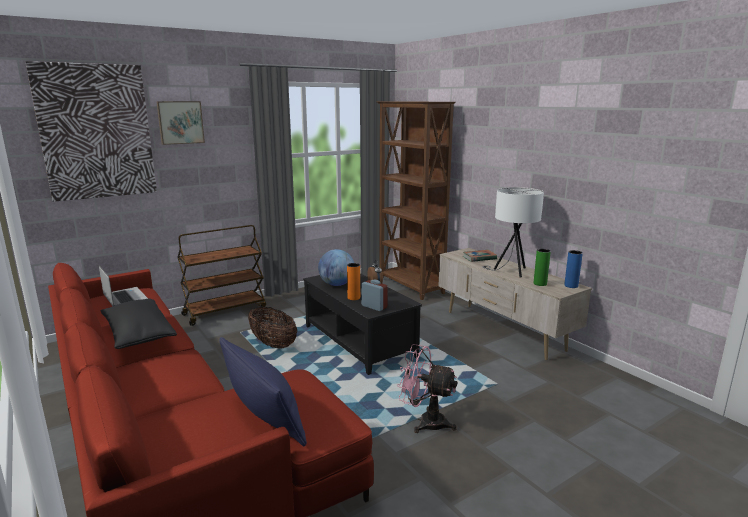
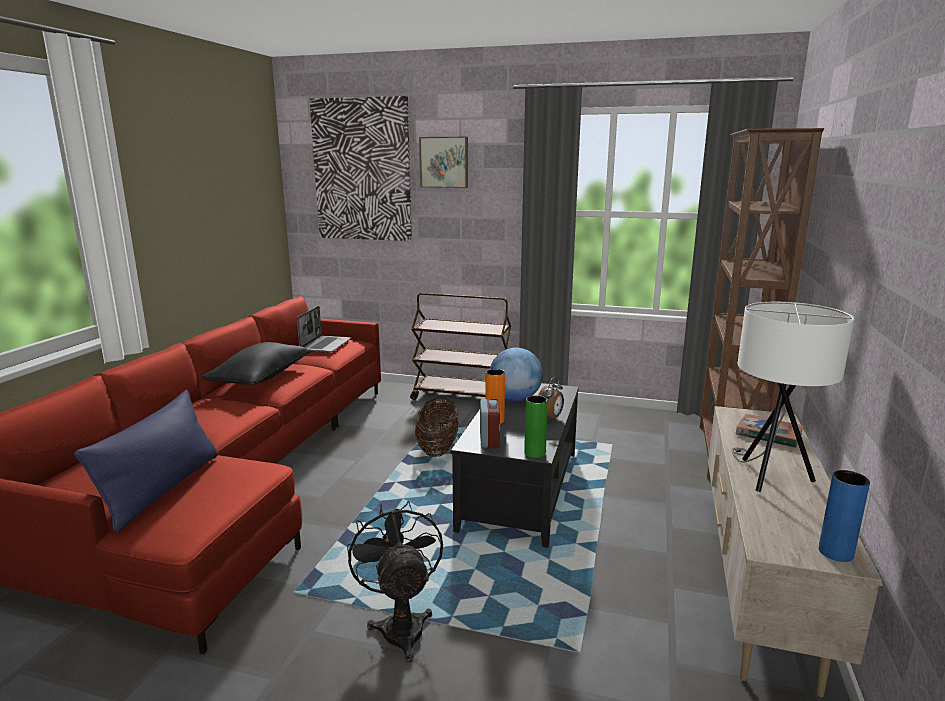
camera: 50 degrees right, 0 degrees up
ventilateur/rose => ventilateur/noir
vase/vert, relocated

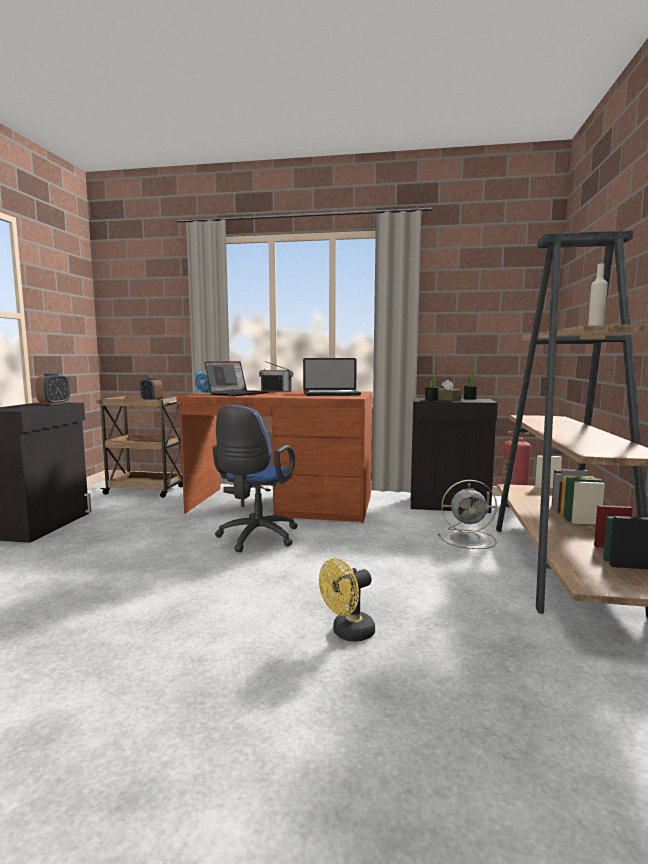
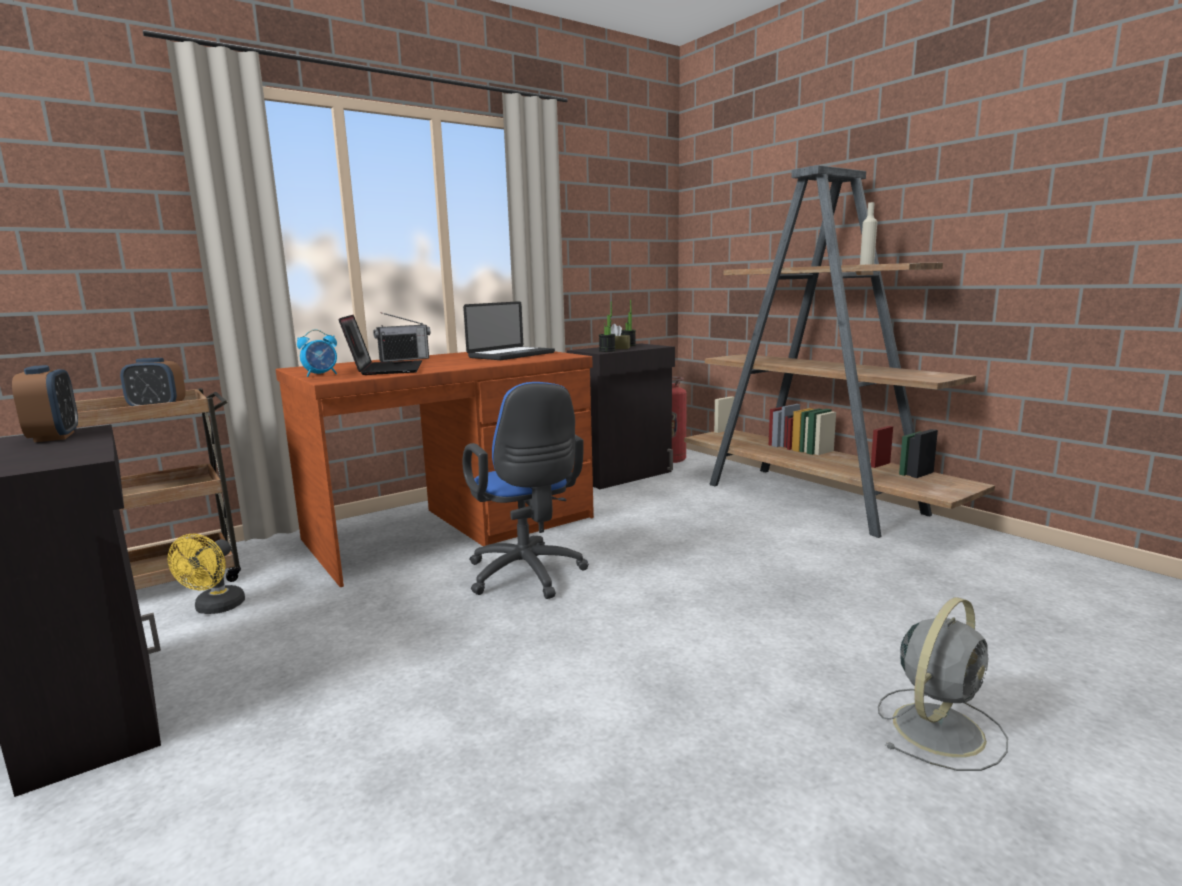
camera: 45 degrees left, 5 degrees up
ventilateur/jaune, relocated
ventilateur/gris, relocated

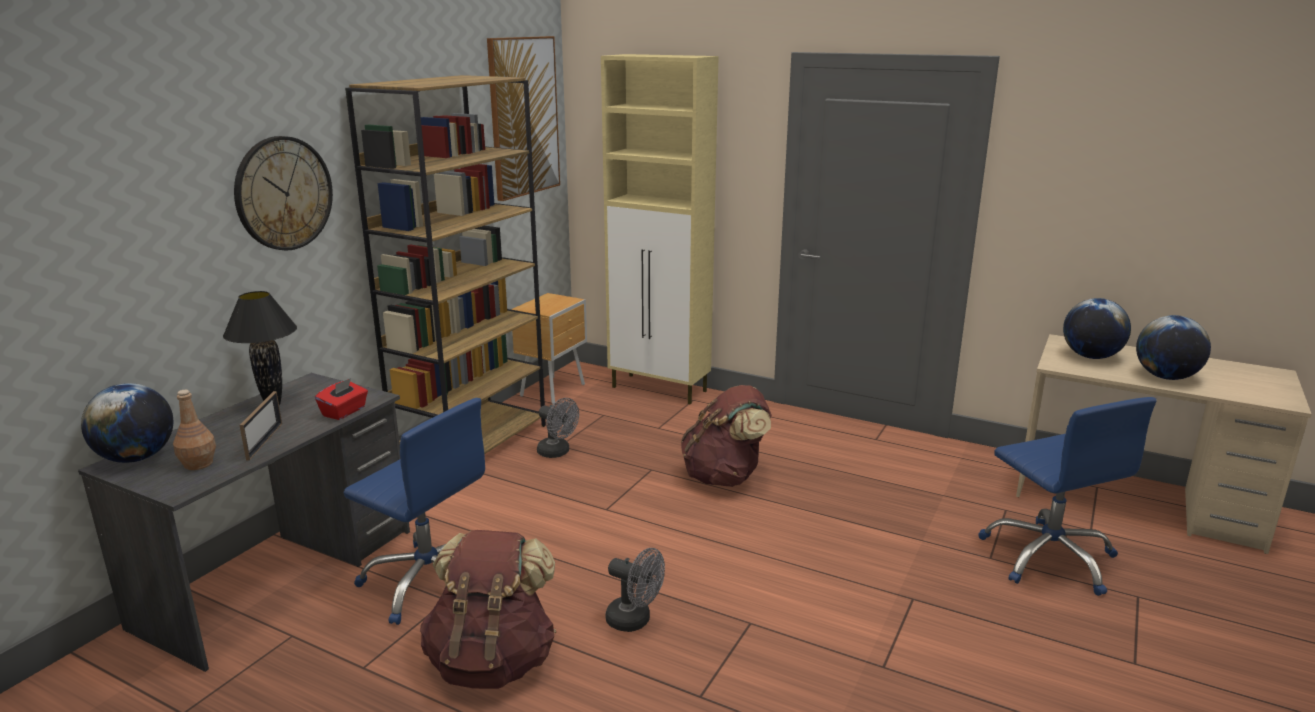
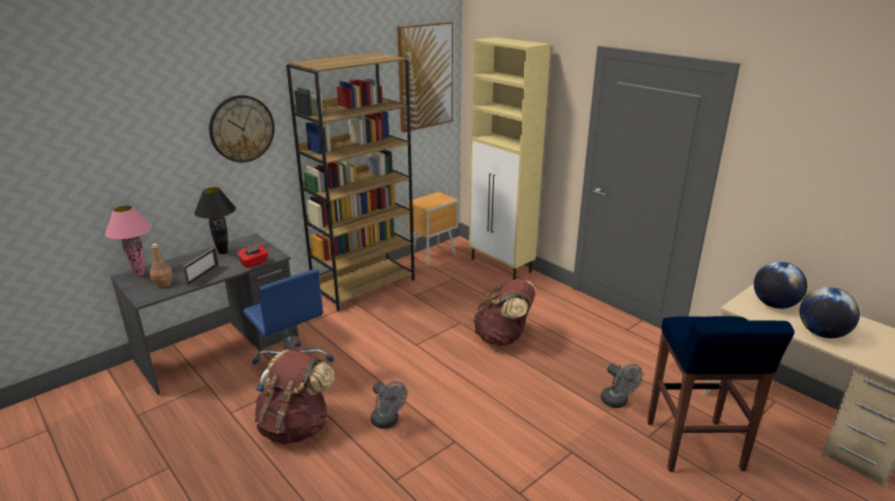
camera: 20 degrees right, 5 degrees up
globe (no. 1 from left) => lampe de table/rose
ventilateur/gris (no. 1 from left in the first image) => ventilateur/gris (no. 2 from left), relocated
chaise de bureau/bleu (no. 2 from left) => tabouret/bleu

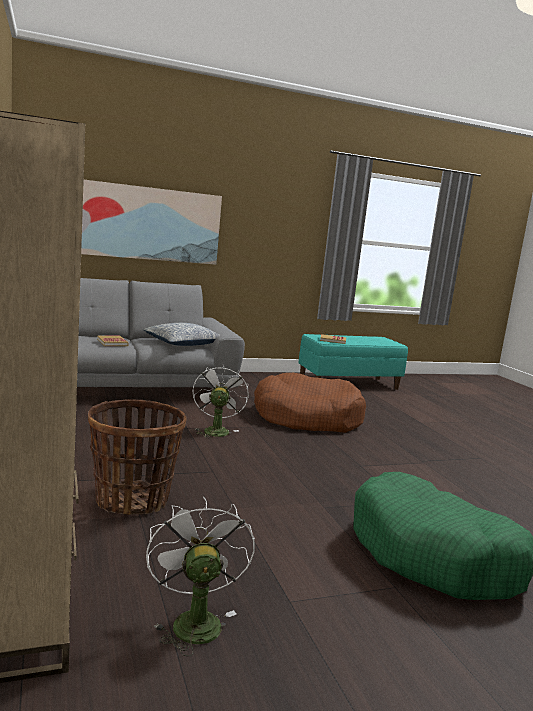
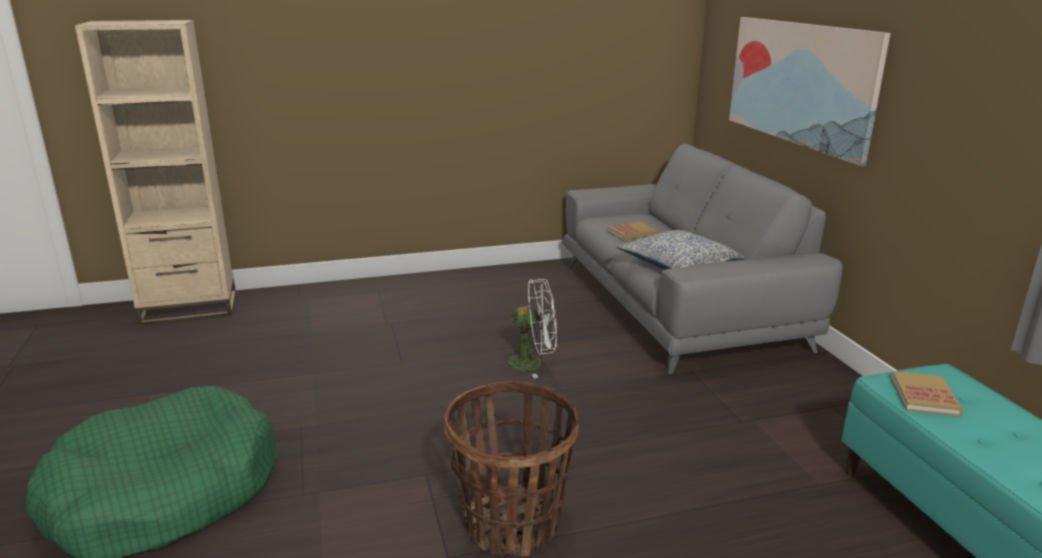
camera: 95 degrees right, 10 degrees up
panier, relocated
ventilateur/blanc (no. 1 from left) => nothing
panier pour chien/marron => nothing

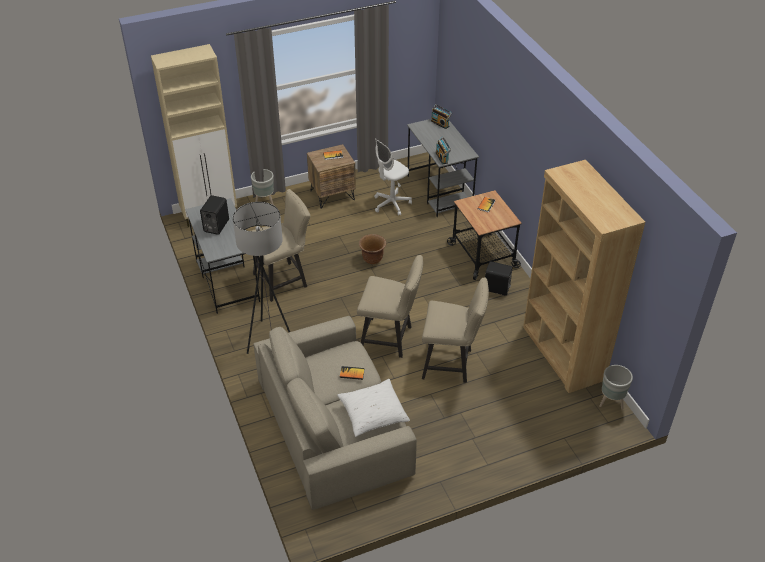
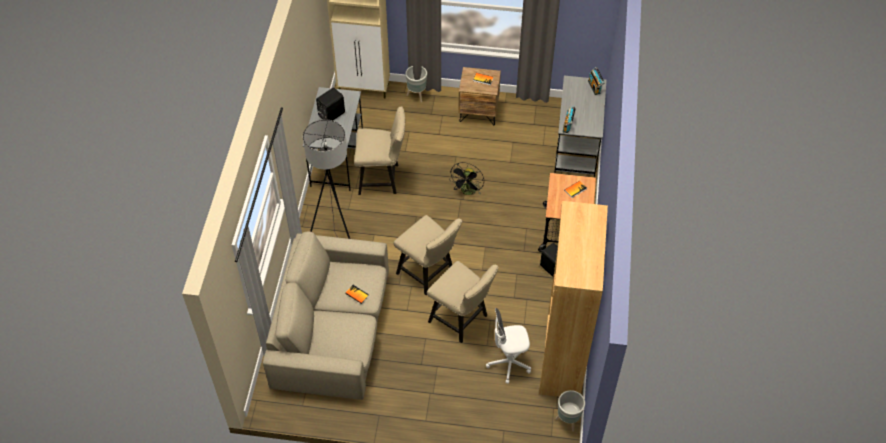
camera: 30 degrees right, 10 degrees up
coussin/blanc => nothing
cache-pot/marron => ventilateur/noir
chaise de bureau/blanc, relocated

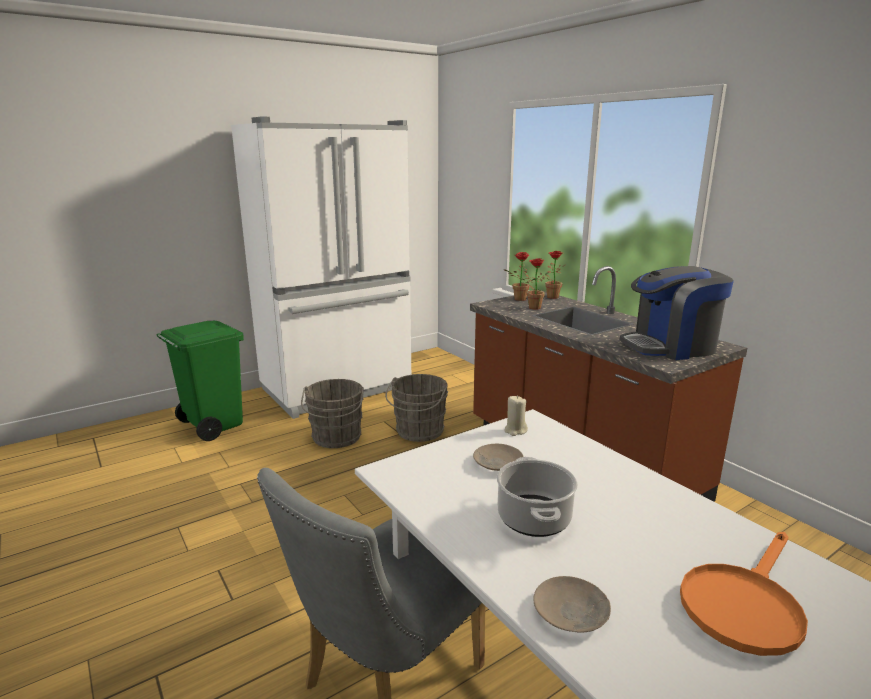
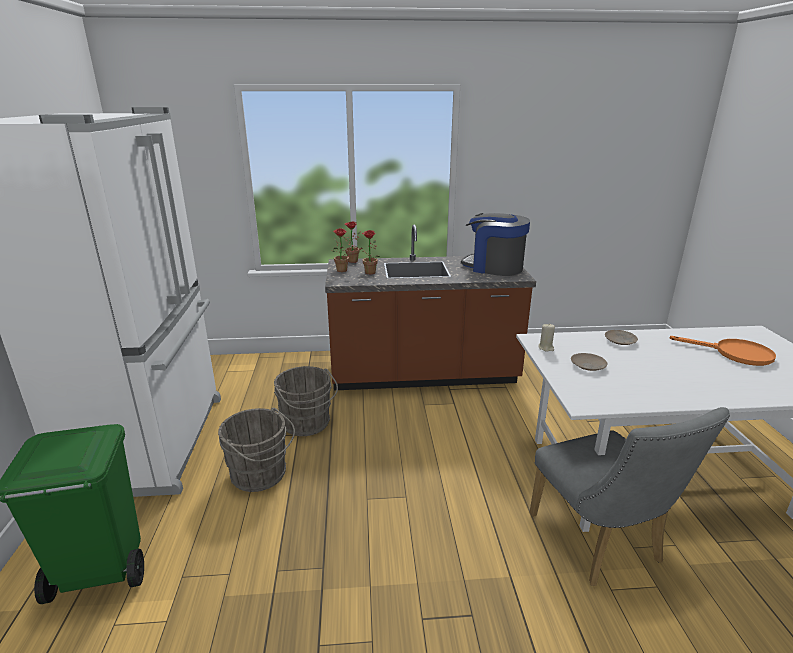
camera: 60 degrees left, 5 degrees up
marmite => nothing
assiette/beige (no. 2 from left), relocated
machine à café, 105 degrees clockwise
poêle/orange, 45 degrees counterclockwise

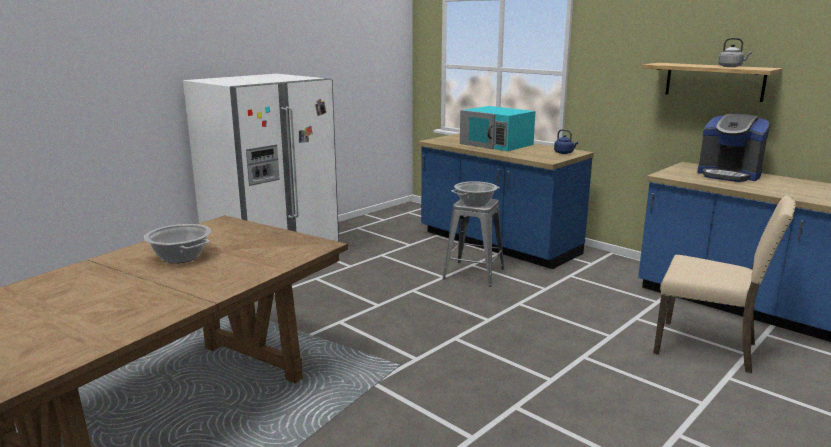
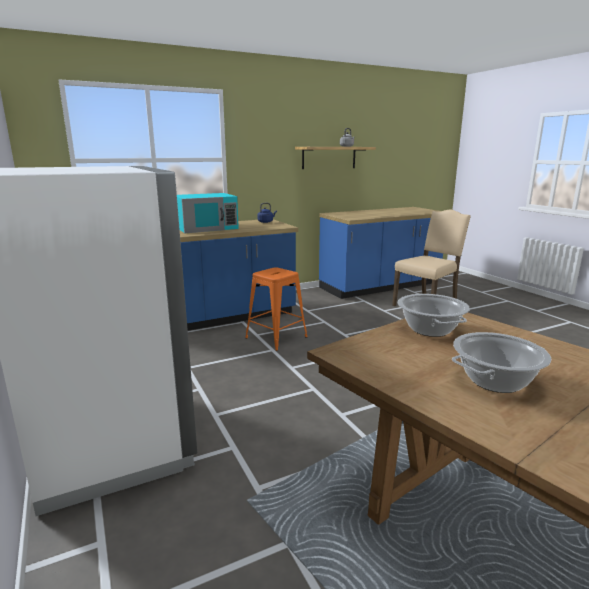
camera: 70 degrees left, 0 degrees up
tabouret/gris => tabouret/orange
marmite (no. 2 from left in the first image) => marmite (no. 1 from left), relocated
machine à café => nothing

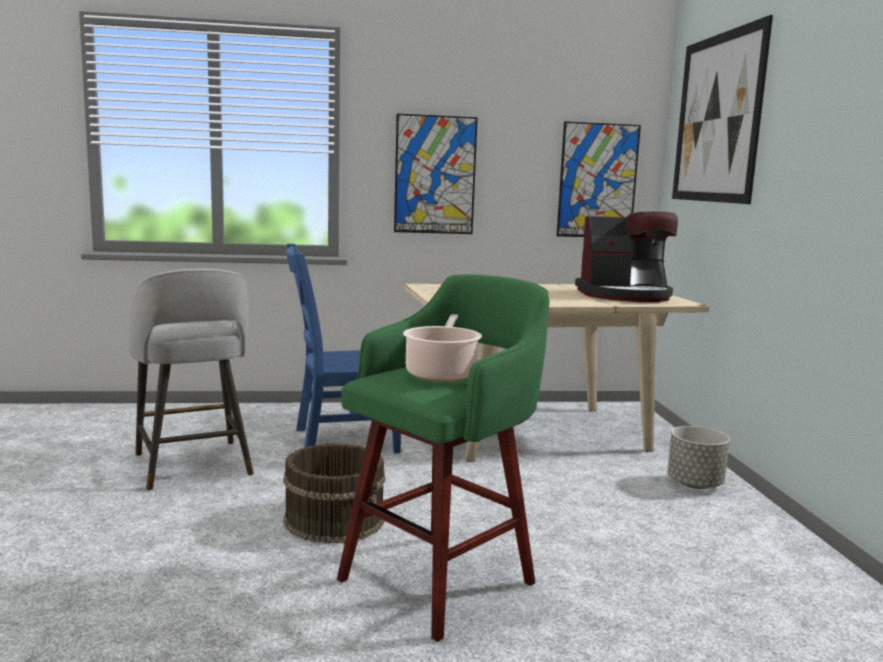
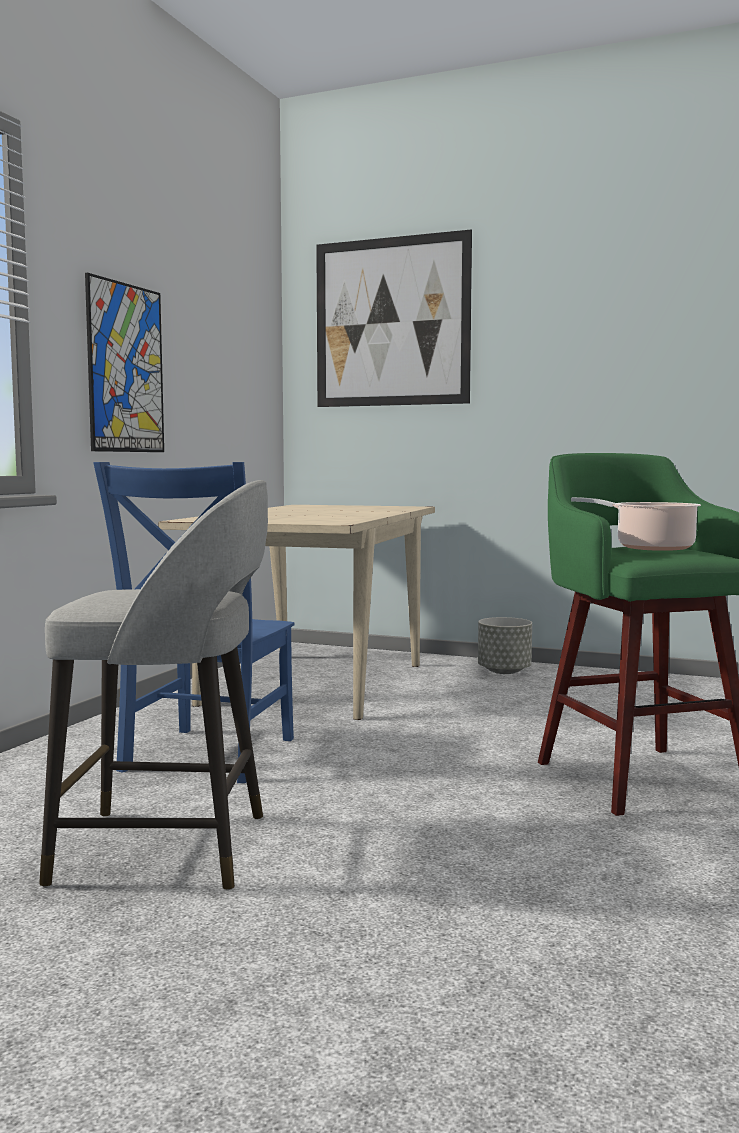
camera: 60 degrees left, 5 degrees down
seau/marron => nothing
tableau (no. 2 from left) => nothing
machine à café => nothing

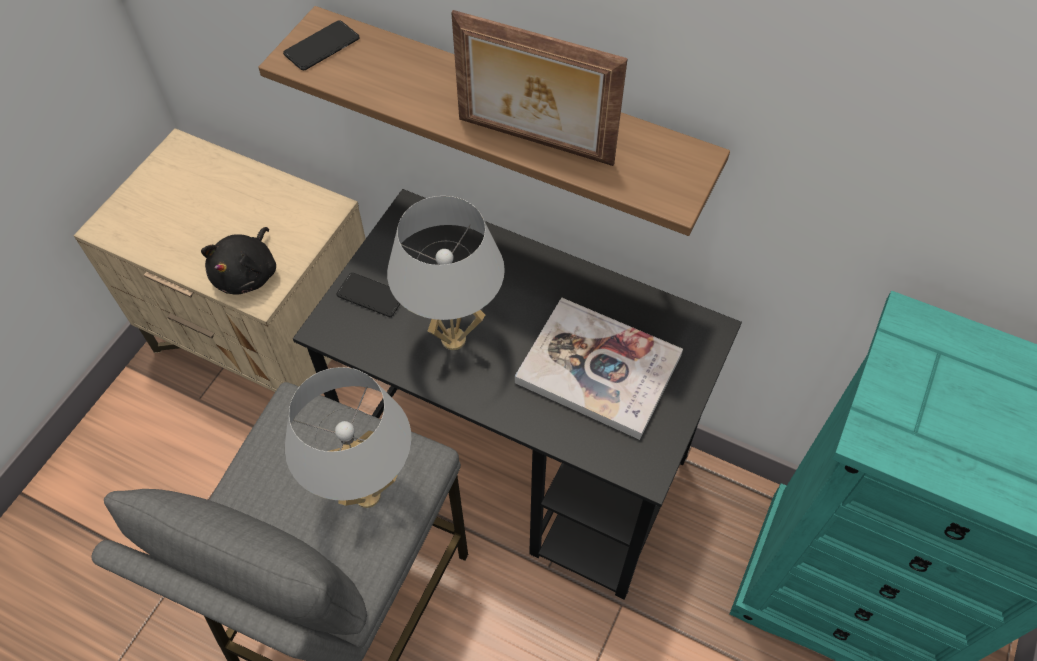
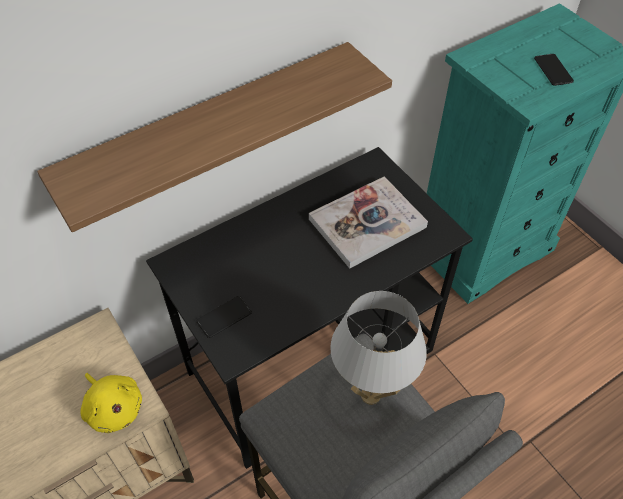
camera: 60 degrees left, 5 degrees down
peluche/noir => peluche/jaune
téléphone (no. 1 from left in the first image) => téléphone (no. 2 from left), relocated
lampe de table/blanc (no. 2 from left) => nothing
cadre photo => nothing

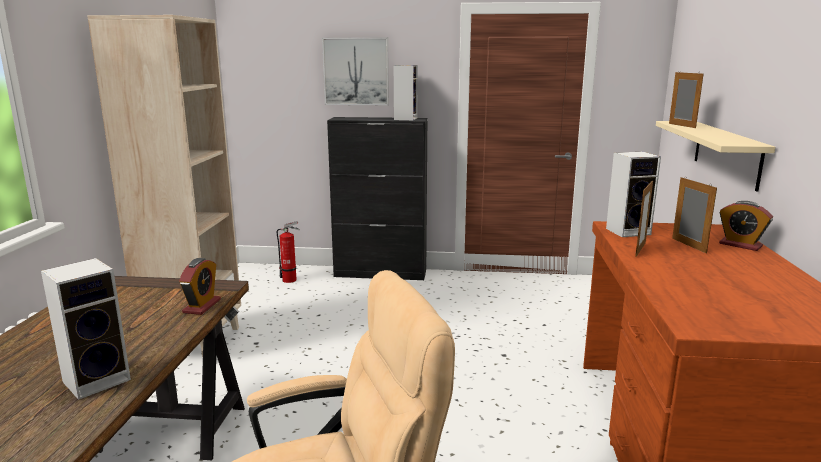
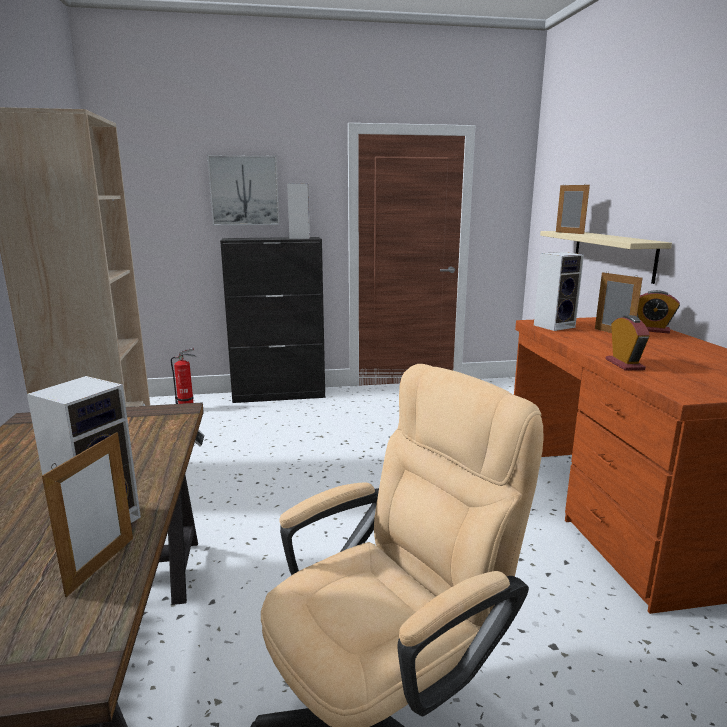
camera: 15 degrees left, 0 degrees up
réveil (no. 1 from left), relocated
cadre photo (no. 1 from left), relocated

